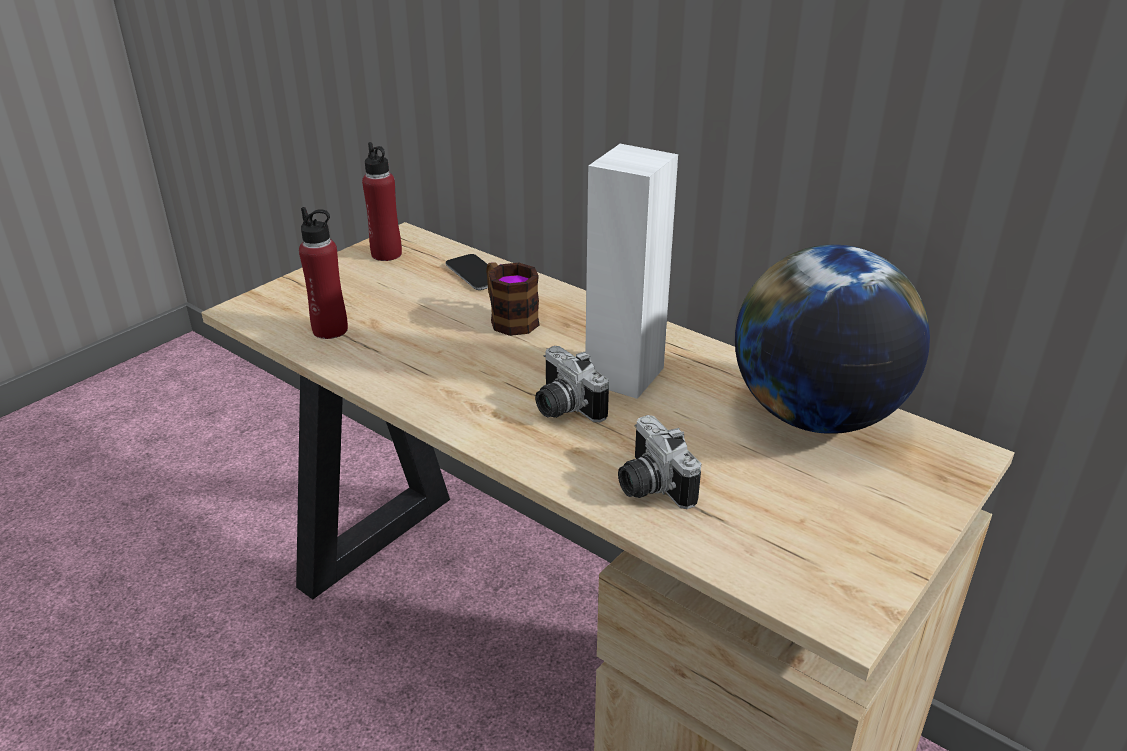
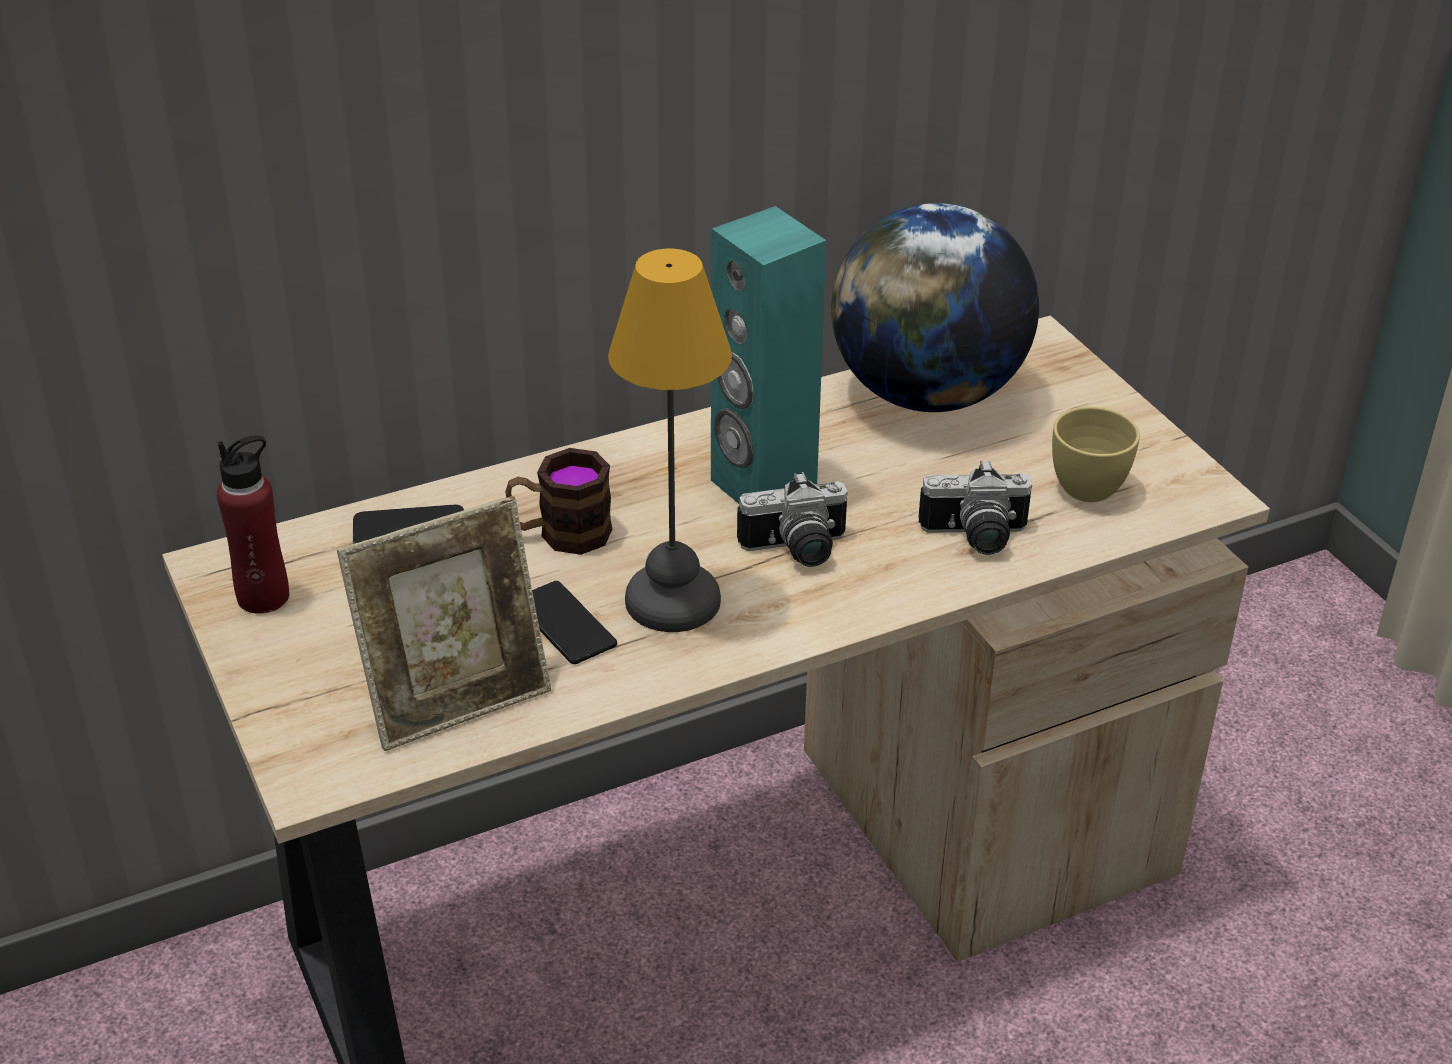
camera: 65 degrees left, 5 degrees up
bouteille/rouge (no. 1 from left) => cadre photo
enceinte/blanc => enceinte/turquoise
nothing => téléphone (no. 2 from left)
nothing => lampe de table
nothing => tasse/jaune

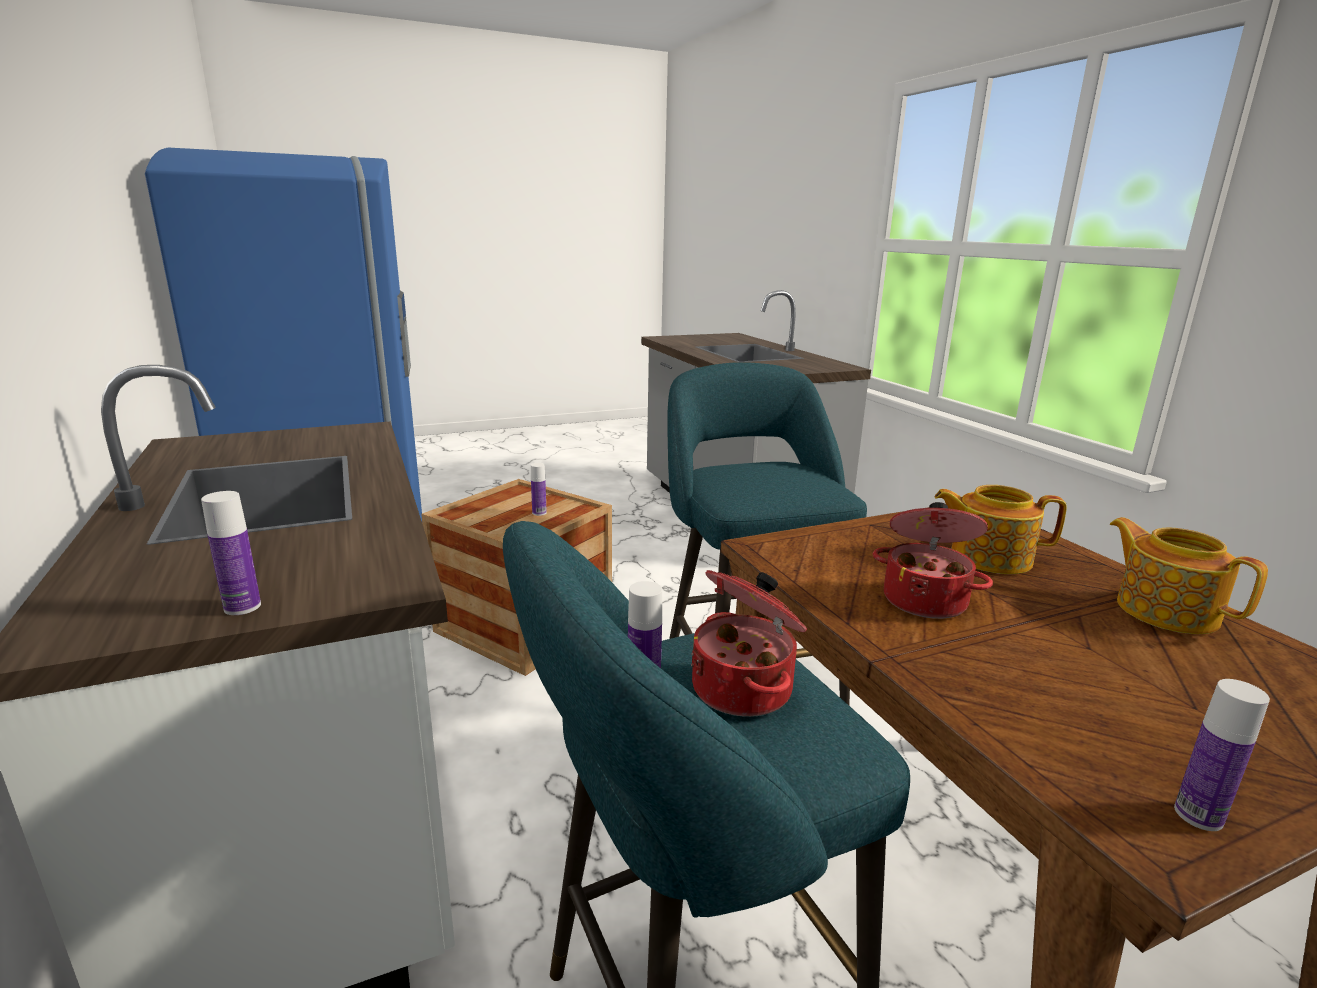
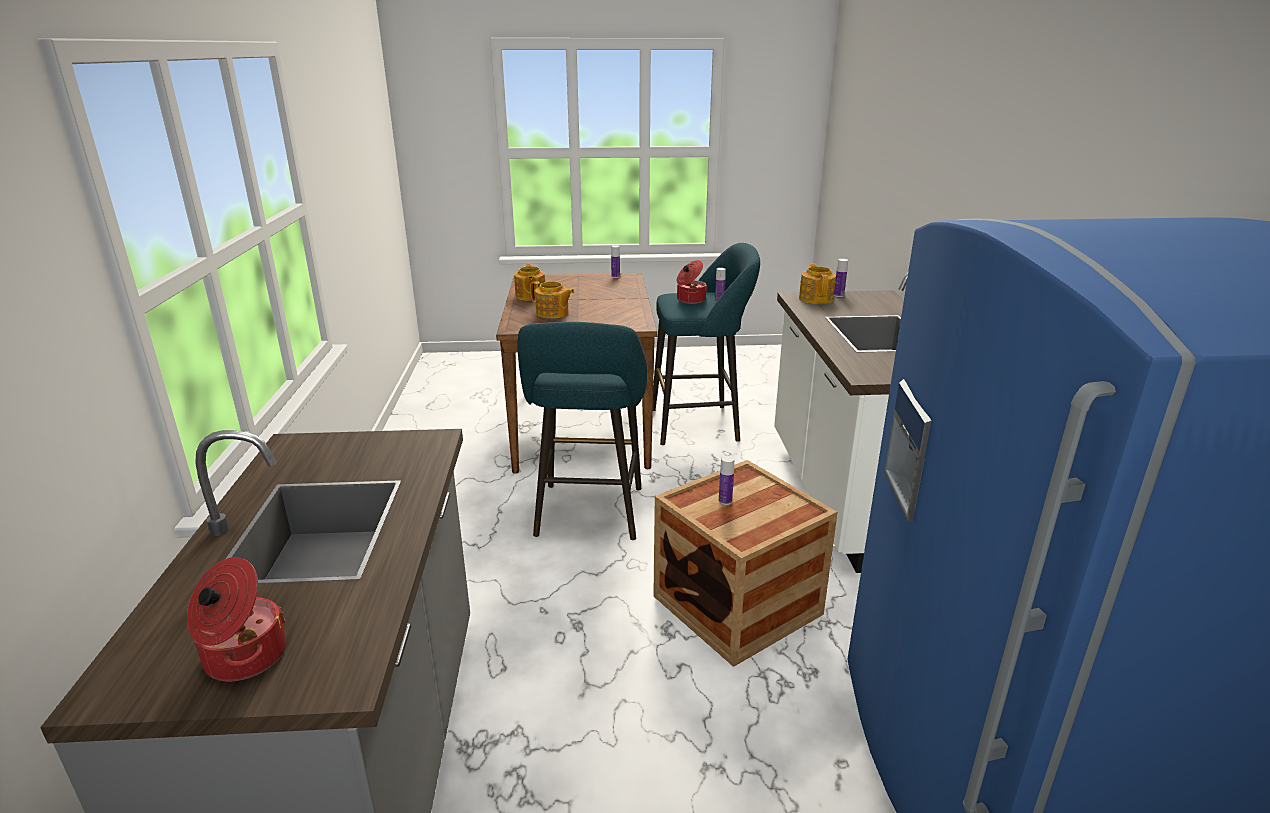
camera: 160 degrees left, 5 degrees up
marmite (no. 2 from left in the first image) => marmite (no. 1 from left), relocated
nothing => théière (no. 3 from left)

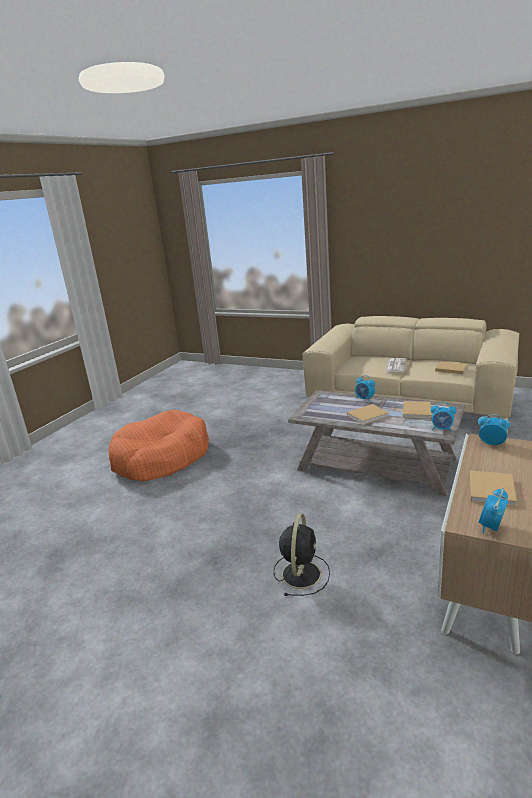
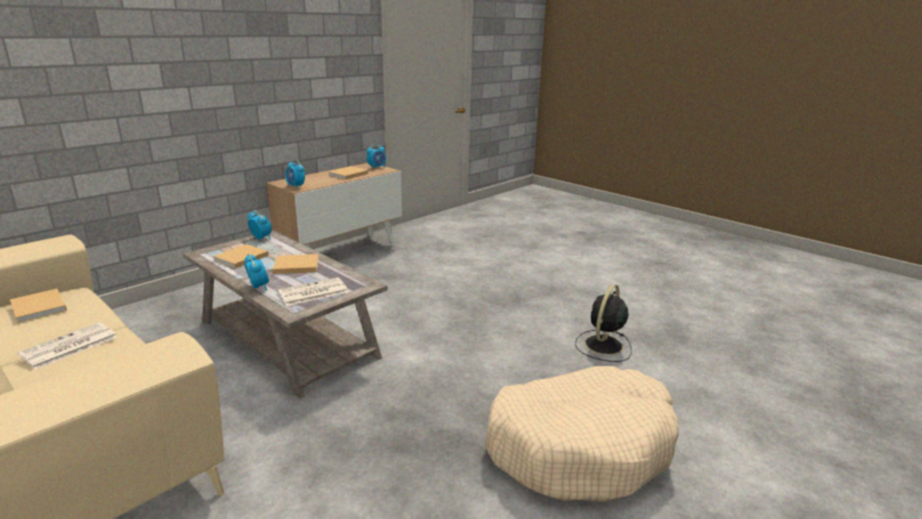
camera: 165 degrees left, 0 degrees up
panier pour chien/orange => panier pour chien/beige
ventilateur/noir, relocated
nothing => journal (no. 2 from left)

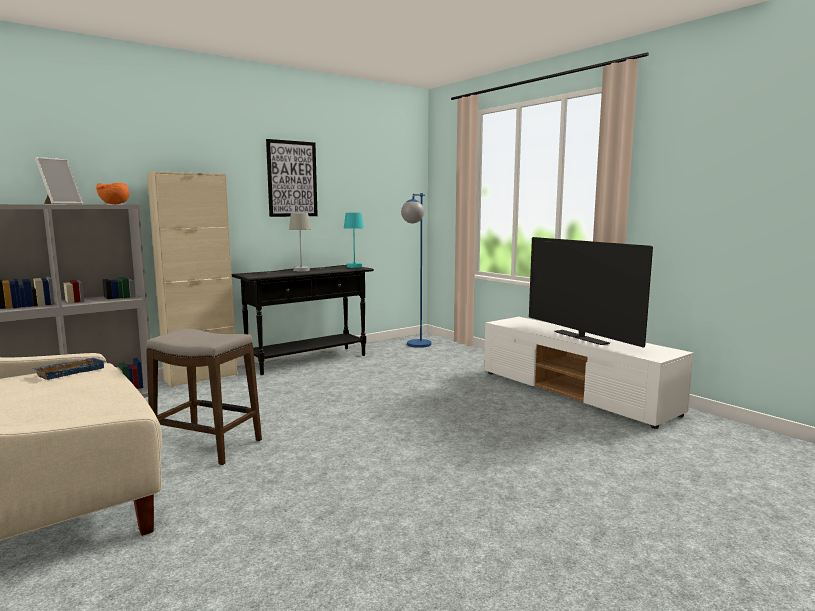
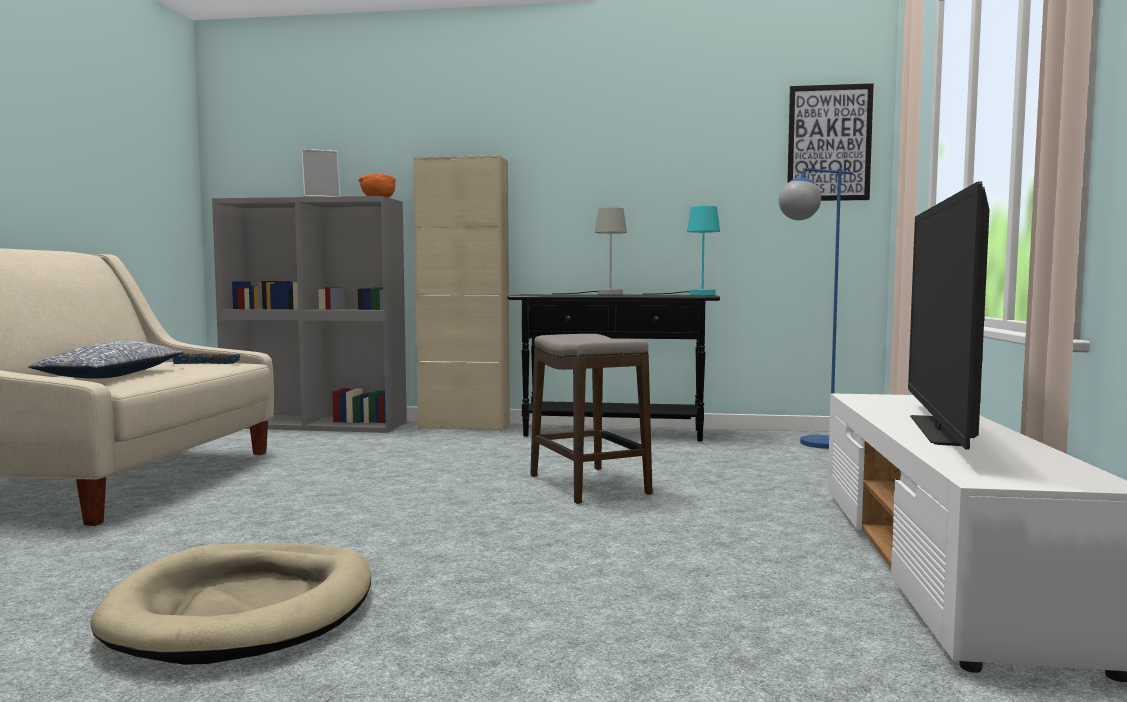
camera: 45 degrees right, 5 degrees down
tabouret, relocated
tableau, relocated
nothing => coussin
nothing => panier pour chien/beige

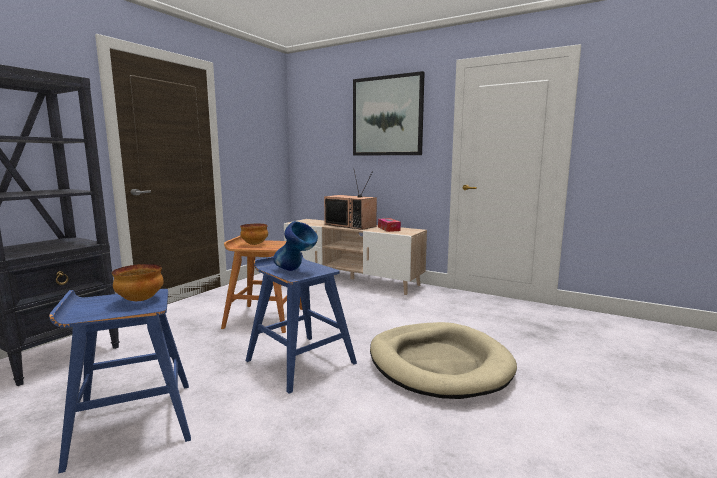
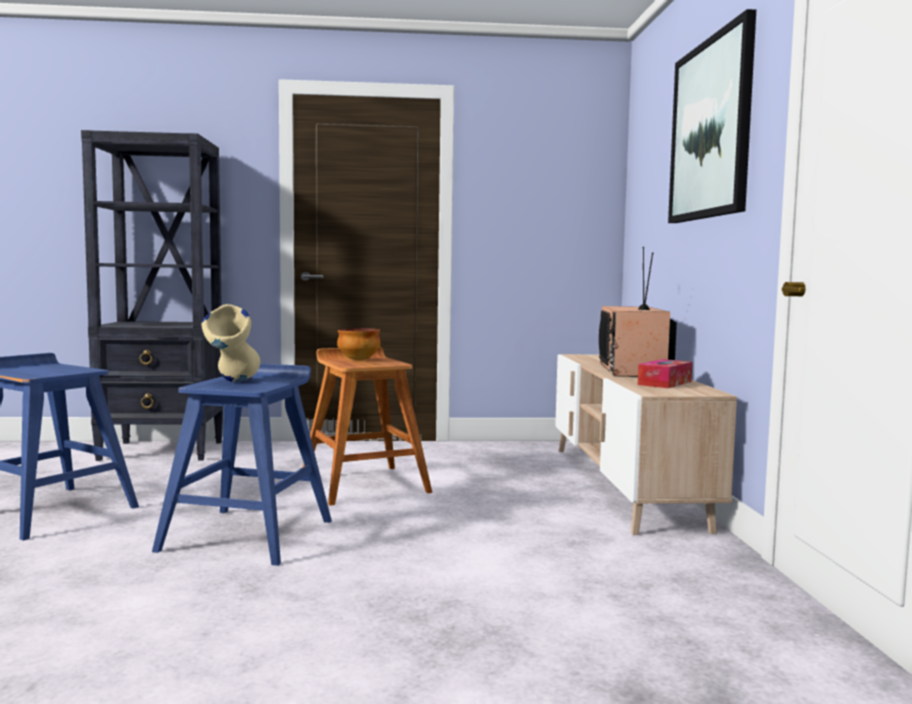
camera: 55 degrees right, 5 degrees down
bol (no. 1 from left) => nothing
vase/bleu => vase/beige
panier pour chien/beige => nothing

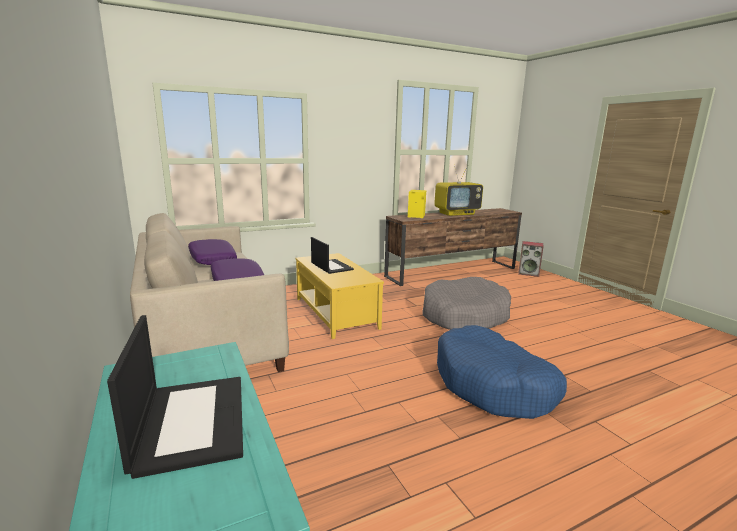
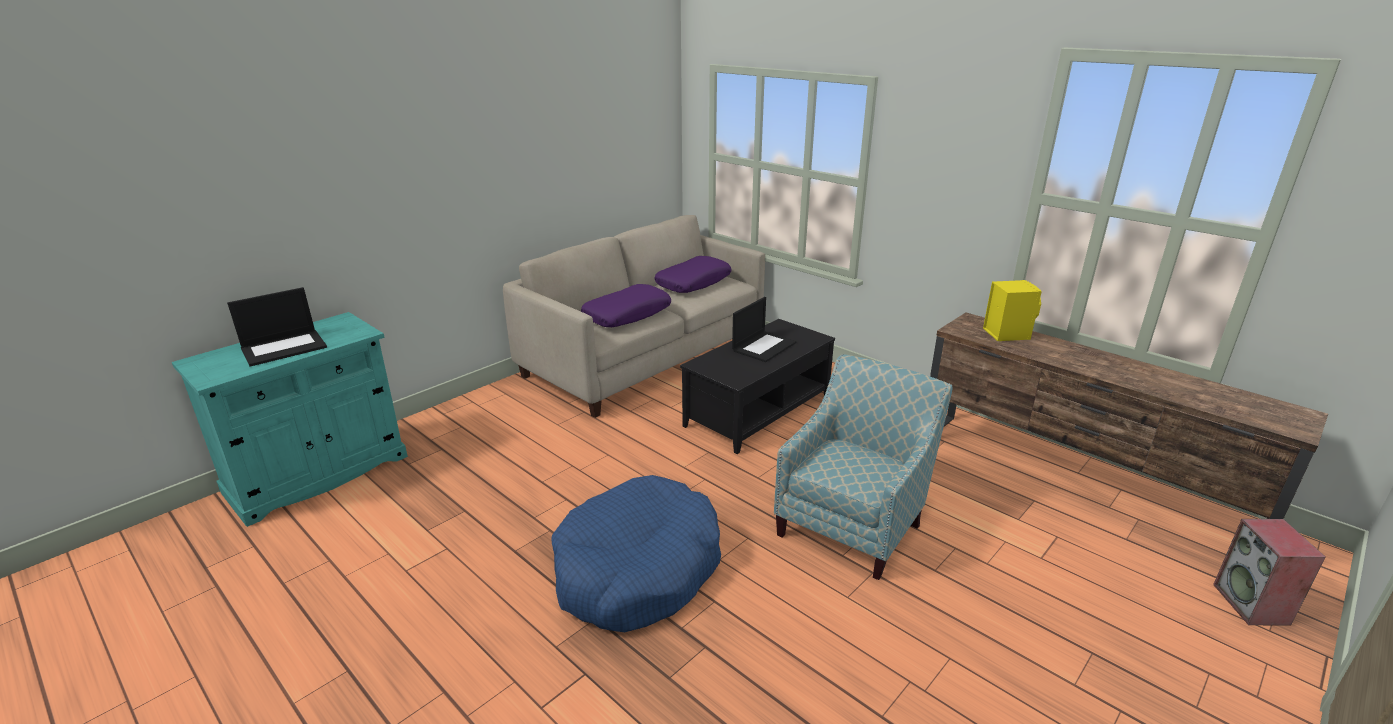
camera: 70 degrees right, 10 degrees up
table basse/jaune => table basse/noir
panier pour chien/gris => fauteuil
téléviseur => nothing

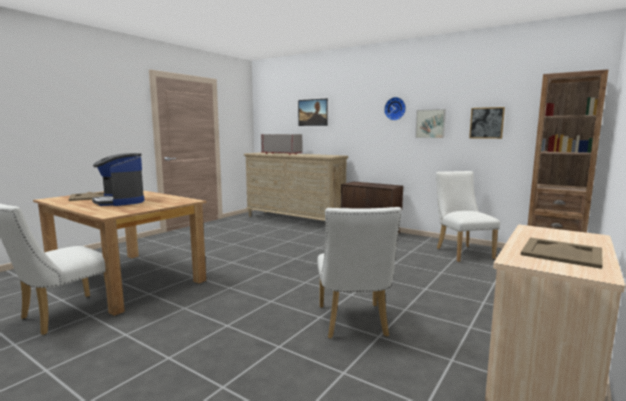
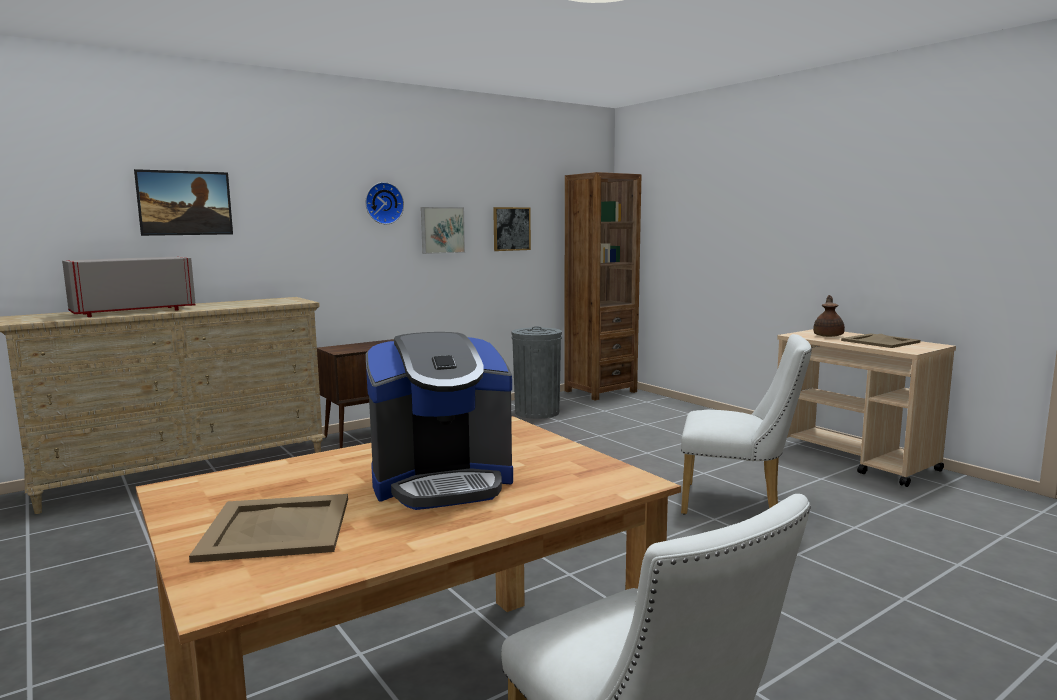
camera: 70 degrees left, 0 degrees up
chaise/blanc (no. 3 from left) => poubelle/gris
nothing => théière/marron

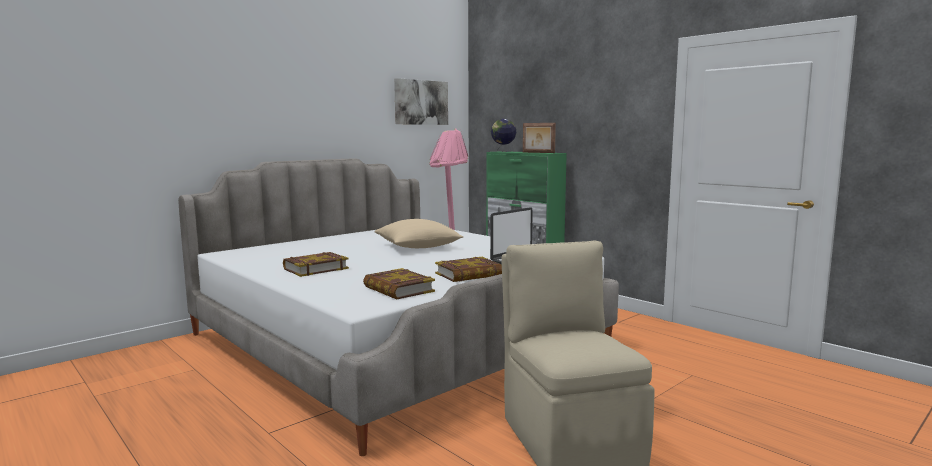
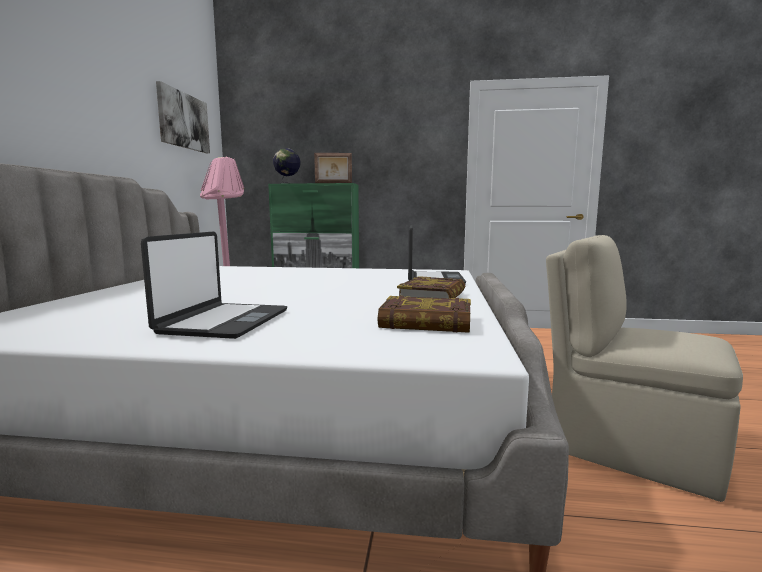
camera: 40 degrees left, 0 degrees up
livre (no. 1 from left) => ordinateur portable (no. 1 from left)
coussin/beige => nothing

